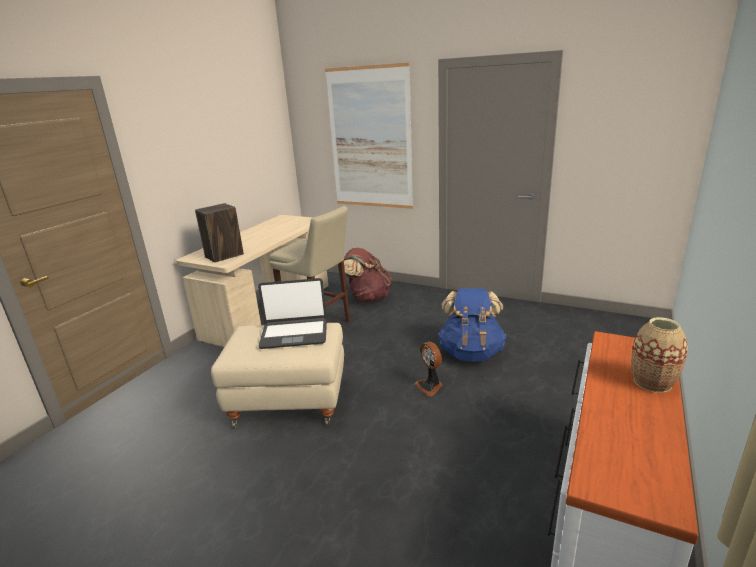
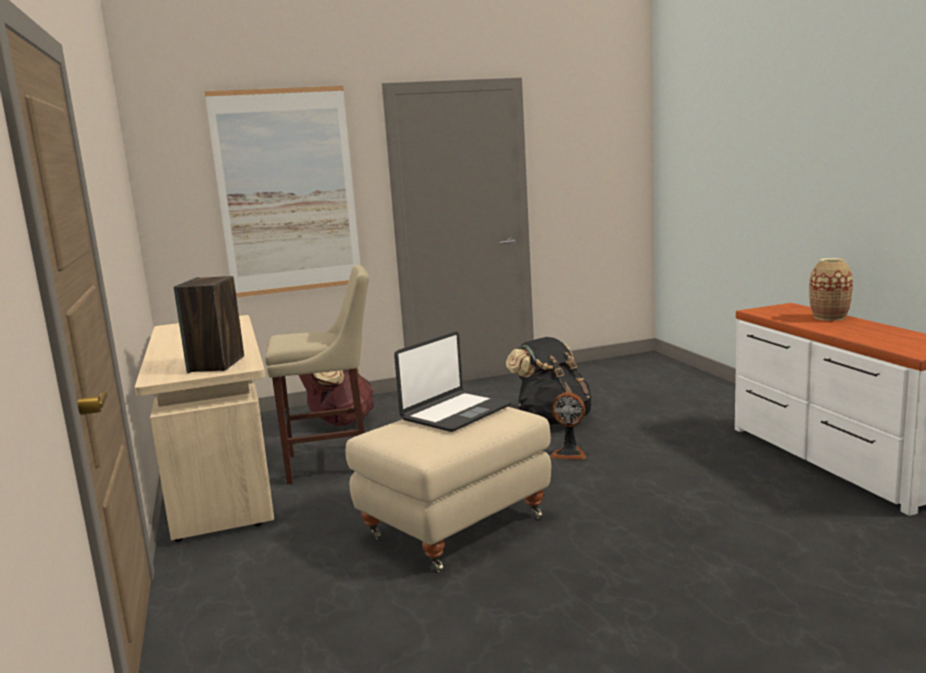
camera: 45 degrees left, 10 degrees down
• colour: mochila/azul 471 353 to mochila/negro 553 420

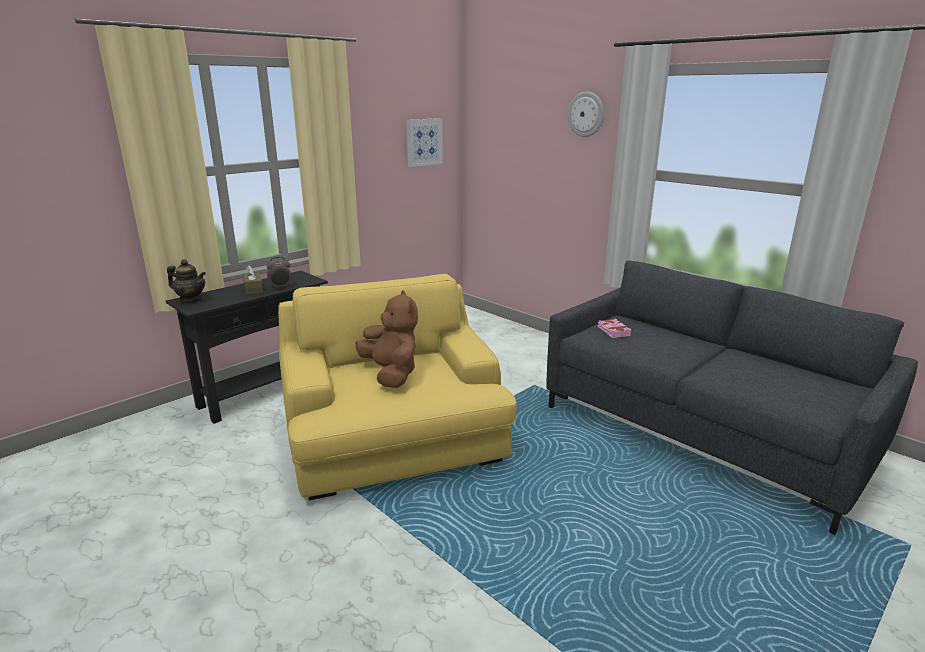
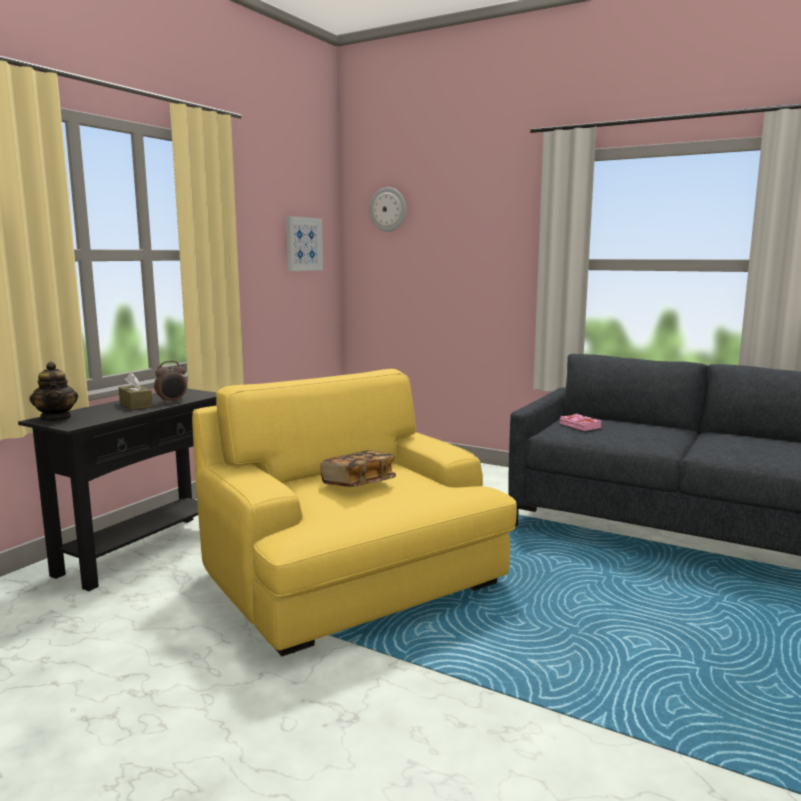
camera: 15 degrees left, 10 degrees down
• relocated: reloj de pared 586 114 to 388 209
• exchanged: peluche/marrón 391 374 to libro 358 484
• spun: tetera 191 300 = 56 418 60 degrees clockwise

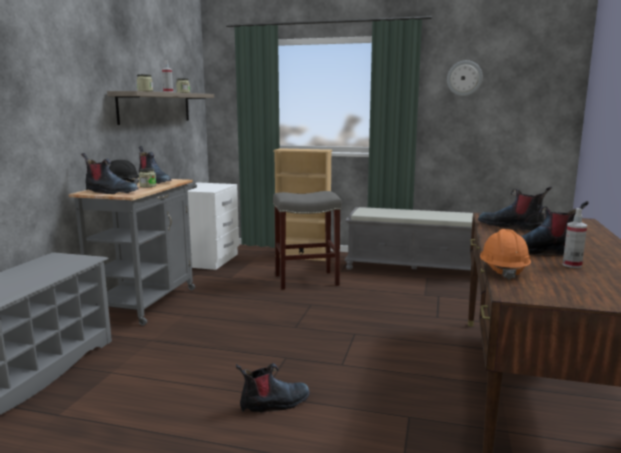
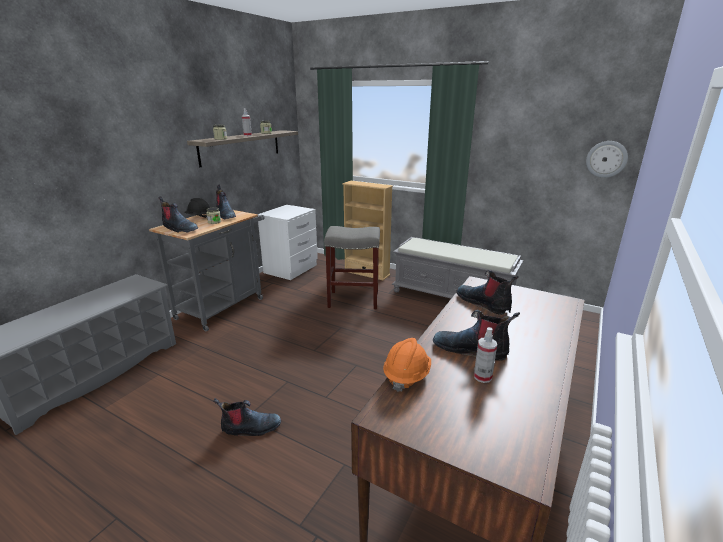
camera: 15 degrees right, 10 degrees up
• relocated: reloj de pared 464 78 to 606 159

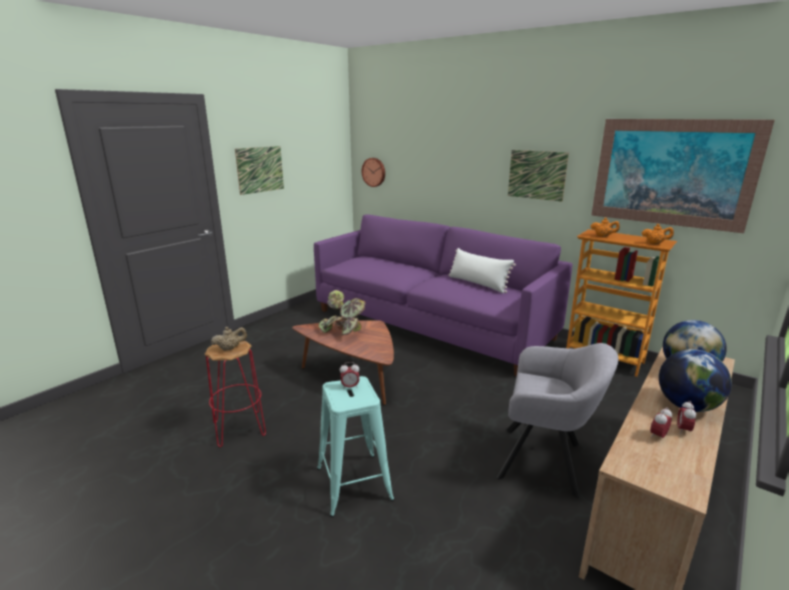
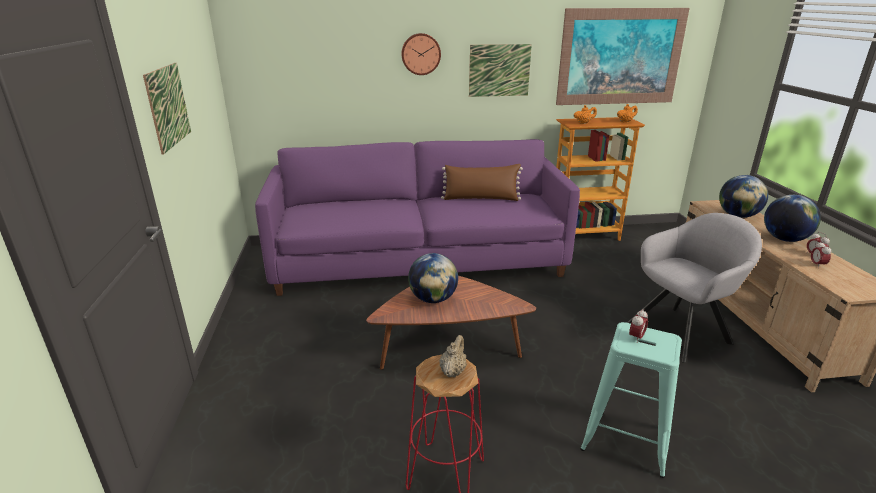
camera: 45 degrees left, 5 degrees up
• relocated: reloj de pared 374 172 to 420 54
• exchanged: planta en maceta 344 332 to globo terráqueo 433 299
• colour: cojín/blanco 478 284 to cojín/marrón 481 198

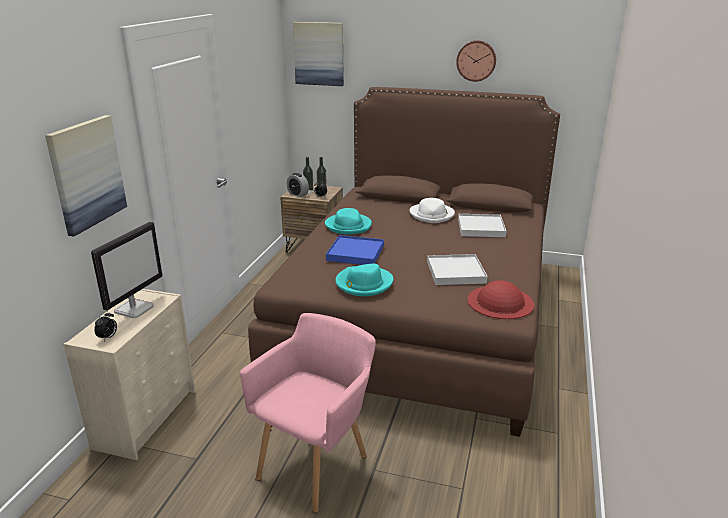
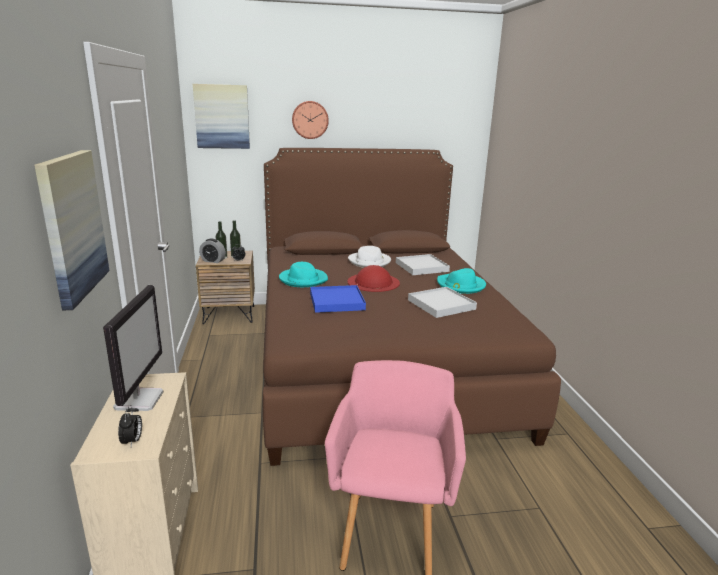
camera: 25 degrees left, 5 degrees down
• relocated: sombrero/turquesa 363 283 to 460 286
• relocated: reloj de pared 476 60 to 310 120
• relocated: sombrero/rojo 500 302 to 373 282

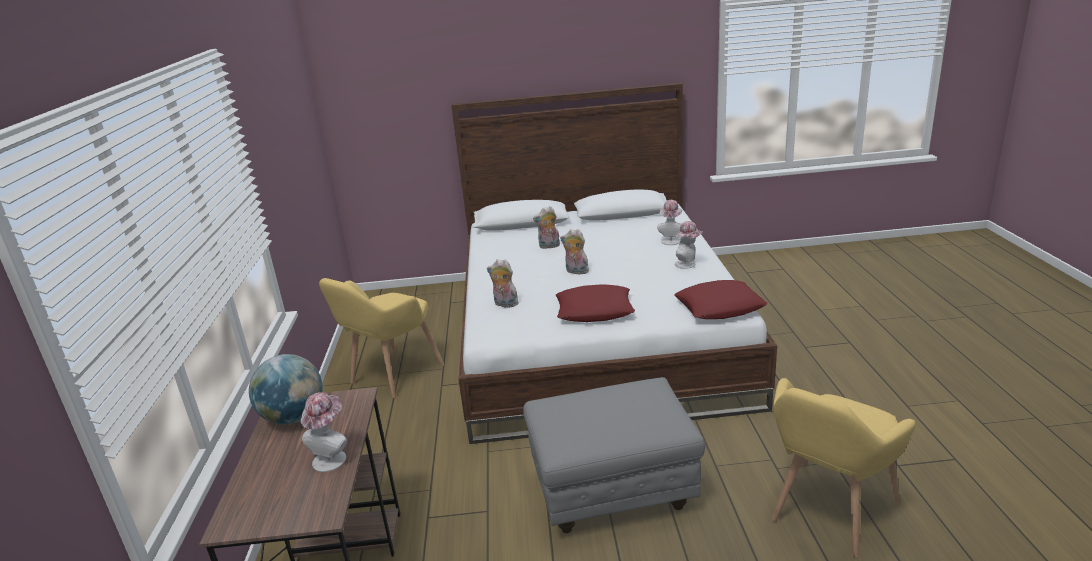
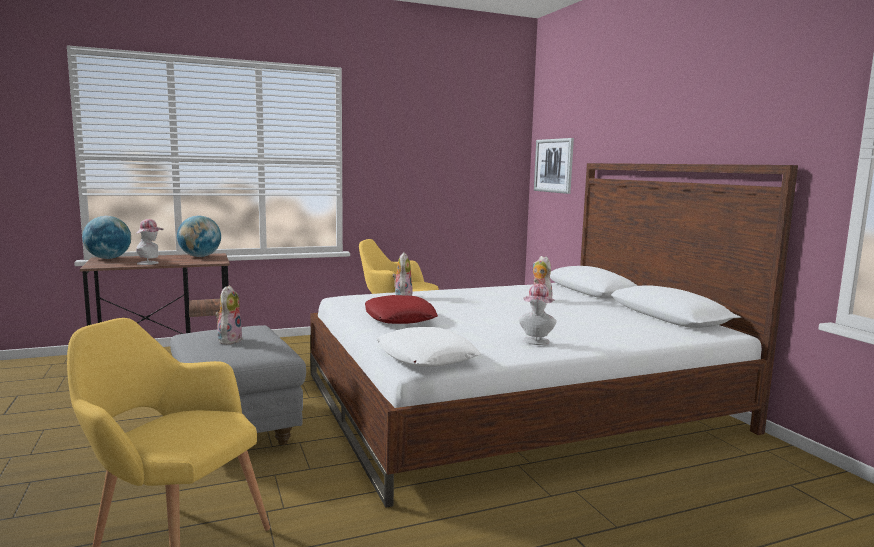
camera: 70 degrees right, 15 degrees down
• missing: sombrero 671 240
• appeared: globo terráqueo 108 258
• appeared: cuadro 553 165
• relocated: peluche 576 271 to 229 340
• colour: cojín/rojo 719 307 to cojín/blanco 426 357

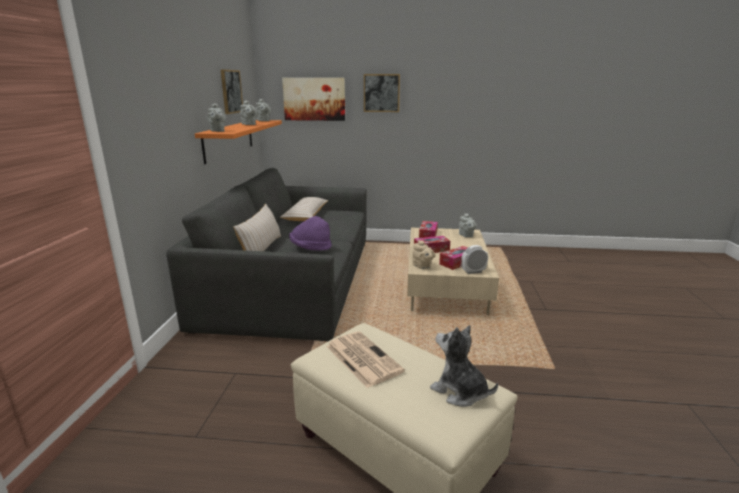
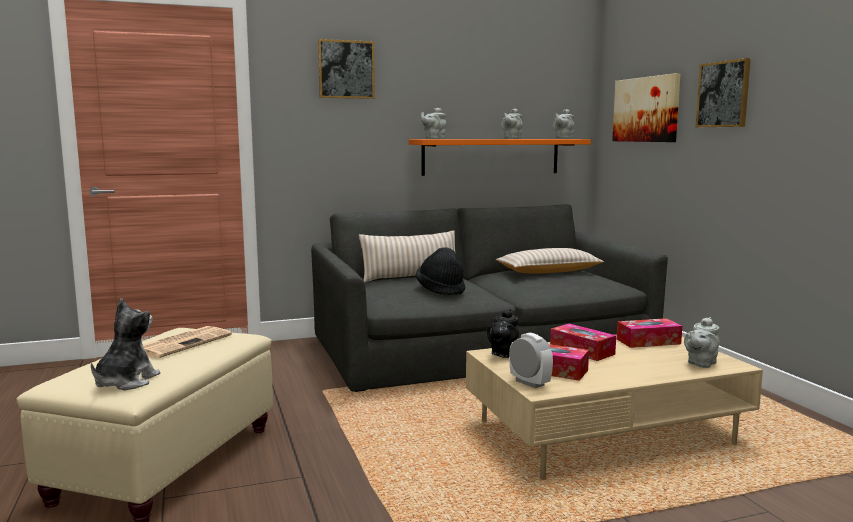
camera: 65 degrees right, 10 degrees down
• relocated: cuadro 231 91 to 346 69
• colour: sombrero/morado 310 248 to sombrero/negro 441 290
• colour: tetera/beis 422 266 to tetera/negro 503 354

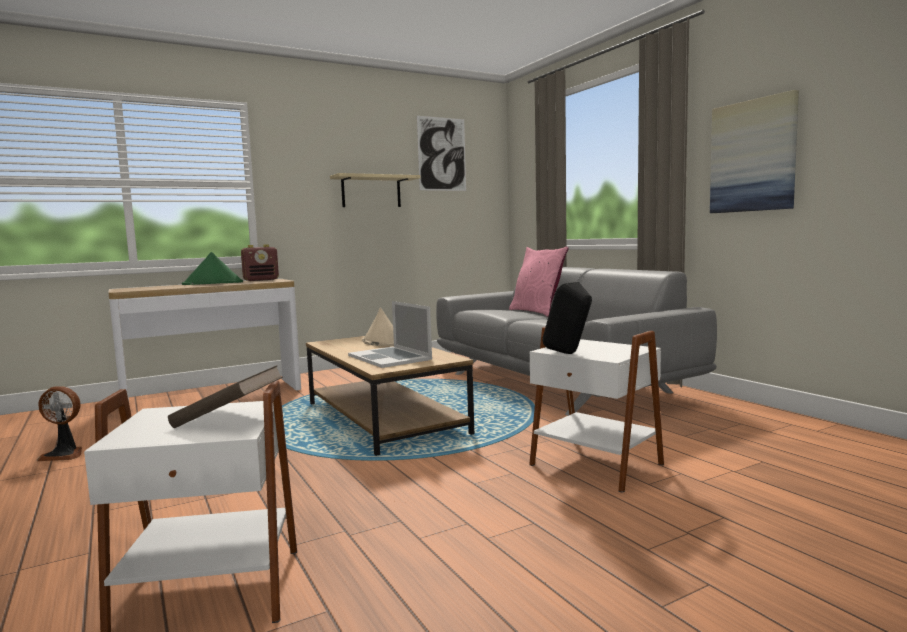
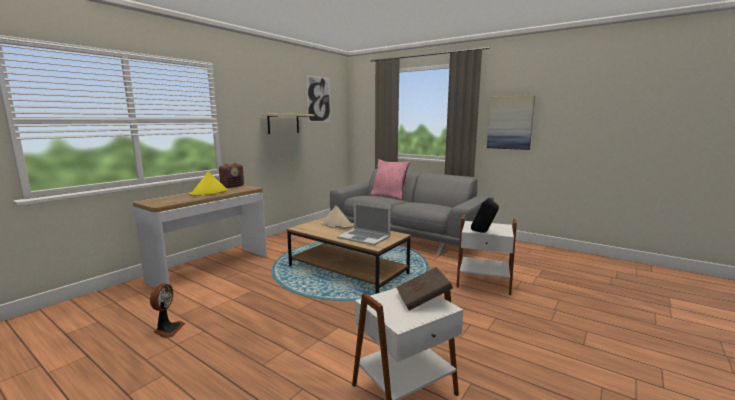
camera: 25 degrees left, 5 degrees up
• colour: sombrero/verde 213 284 to sombrero/amarillo 209 193
• spun: ventilador 64 454 = 167 330 60 degrees counterclockwise

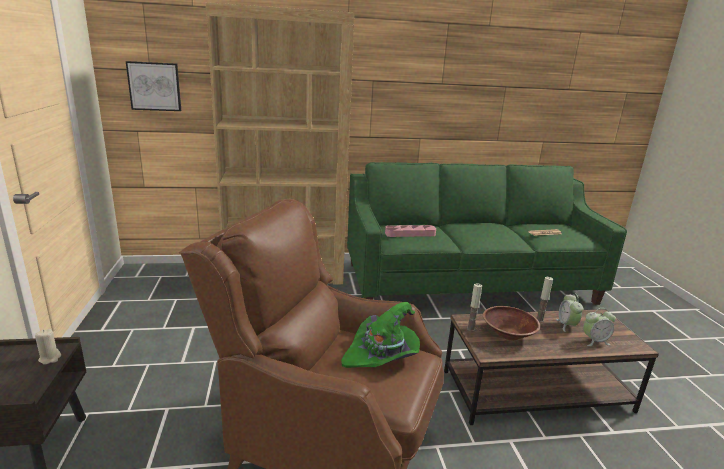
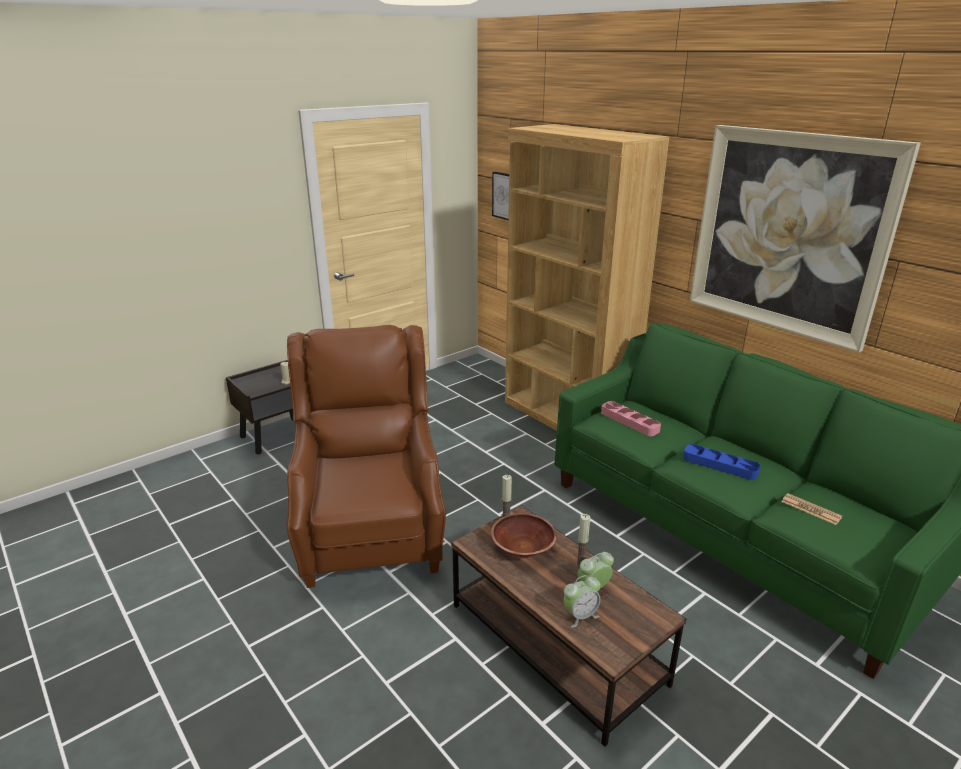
camera: 60 degrees right, 5 degrees up
• missing: sombrero/verde 382 354
• appeared: bandeja/azul 720 465
• appeared: cuadro 789 233
• spun: despertador 594 341 = 580 615 75 degrees counterclockwise

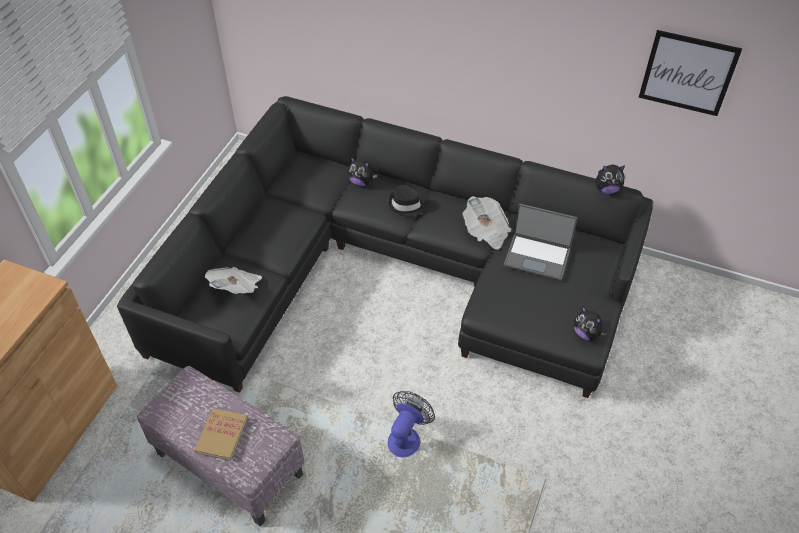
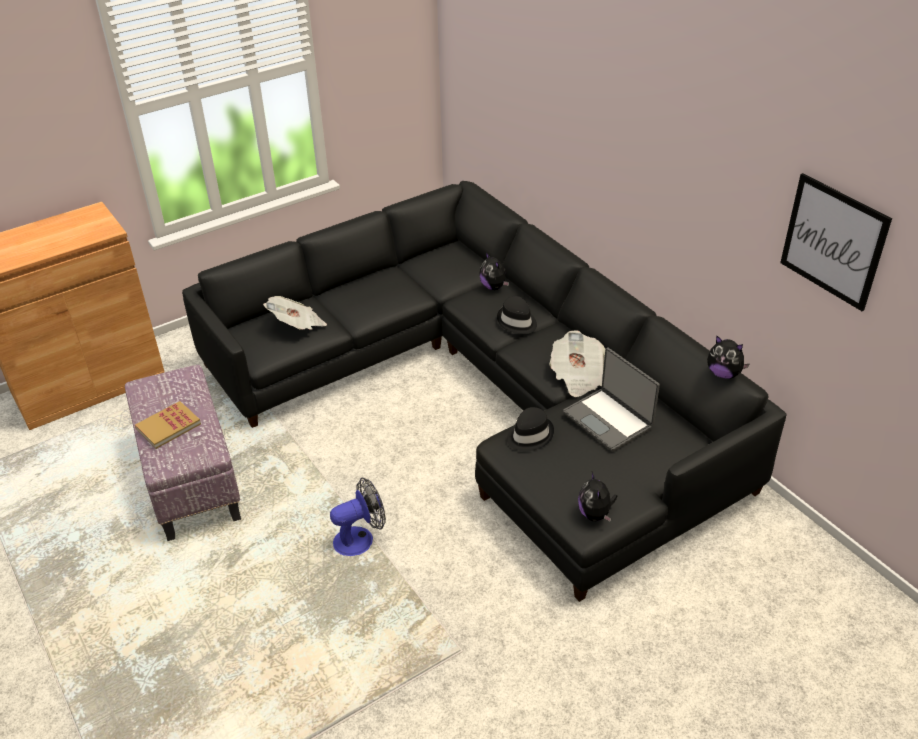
camera: 35 degrees right, 10 degrees down
• appeared: sombrero/negro 529 435

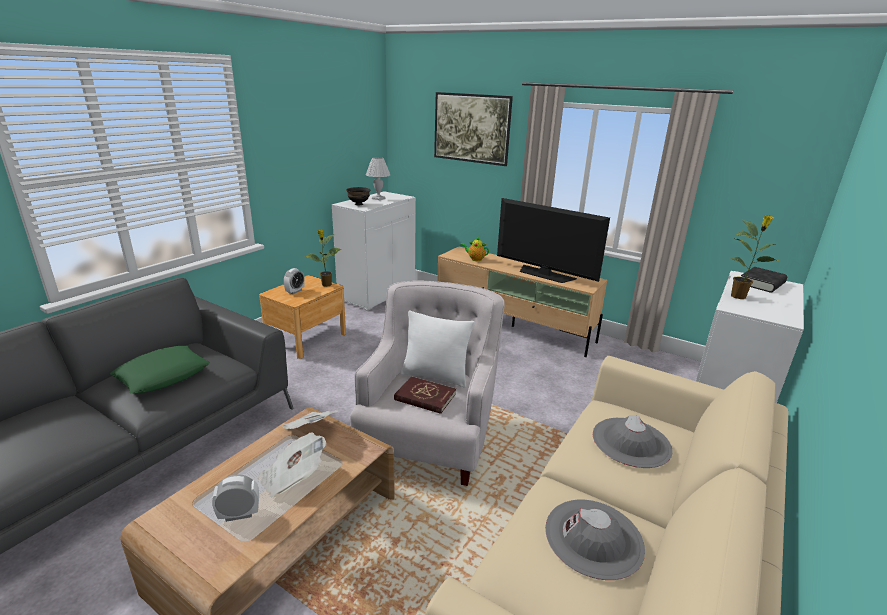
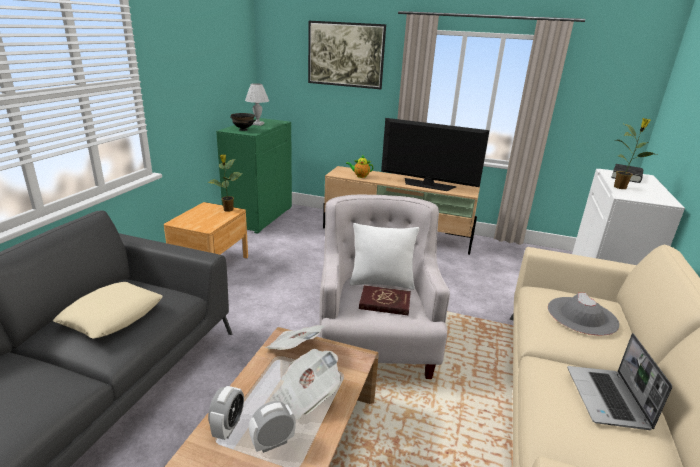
camera: 15 degrees left, 0 degrees up
• relocated: despertador 295 291 to 228 427
• exchanged: sombrero/gris 593 538 to portátil 608 399
• colour: cojín/verde 163 375 to cojín/beis 112 315
• colour: armario/blanco 377 293 to armario/verde 259 216

